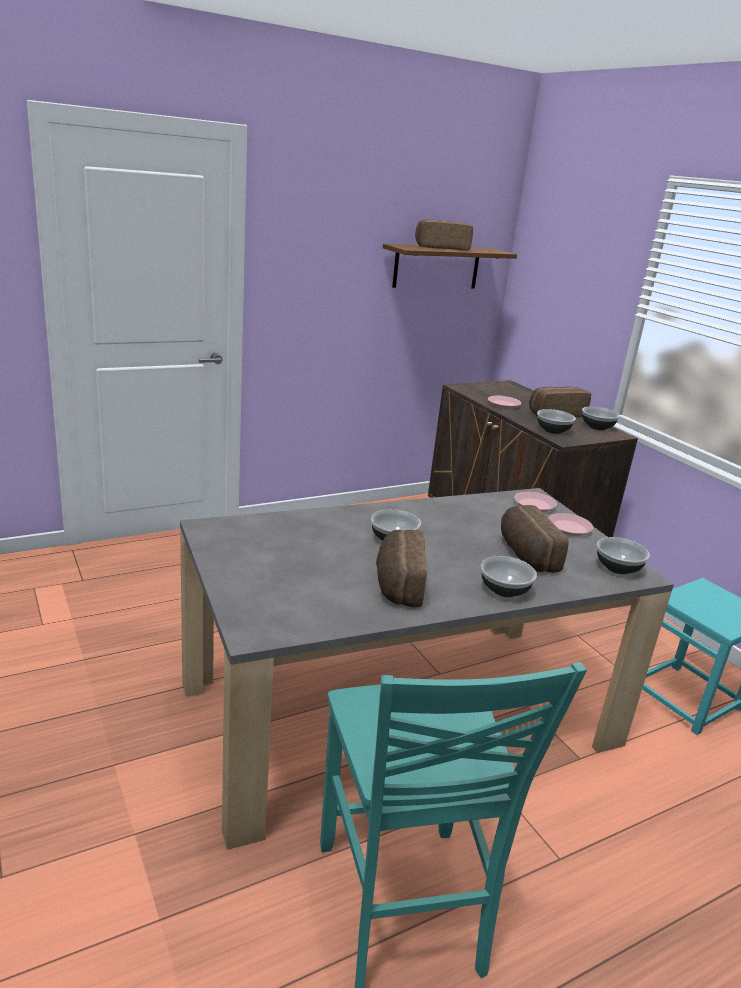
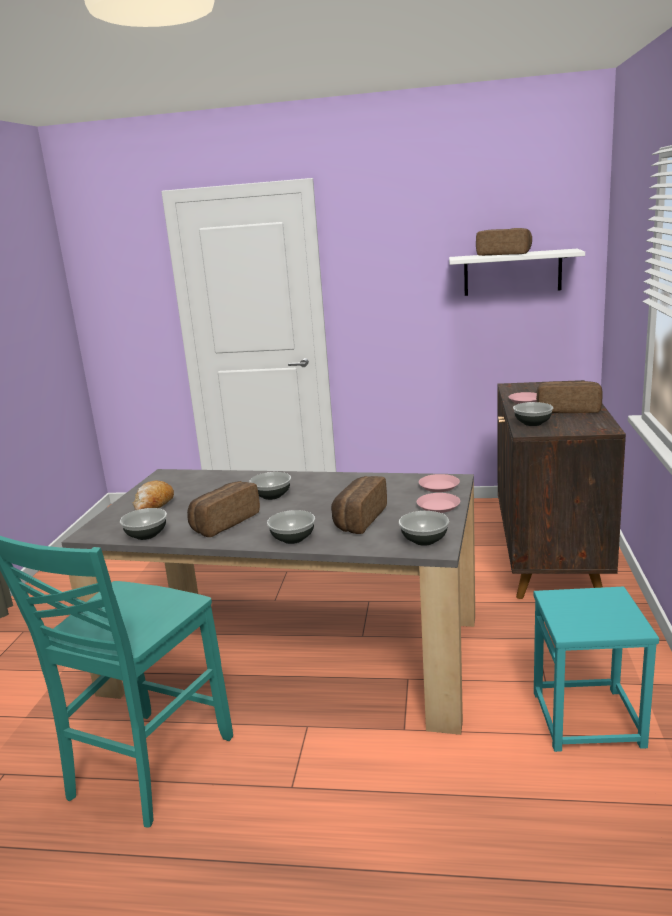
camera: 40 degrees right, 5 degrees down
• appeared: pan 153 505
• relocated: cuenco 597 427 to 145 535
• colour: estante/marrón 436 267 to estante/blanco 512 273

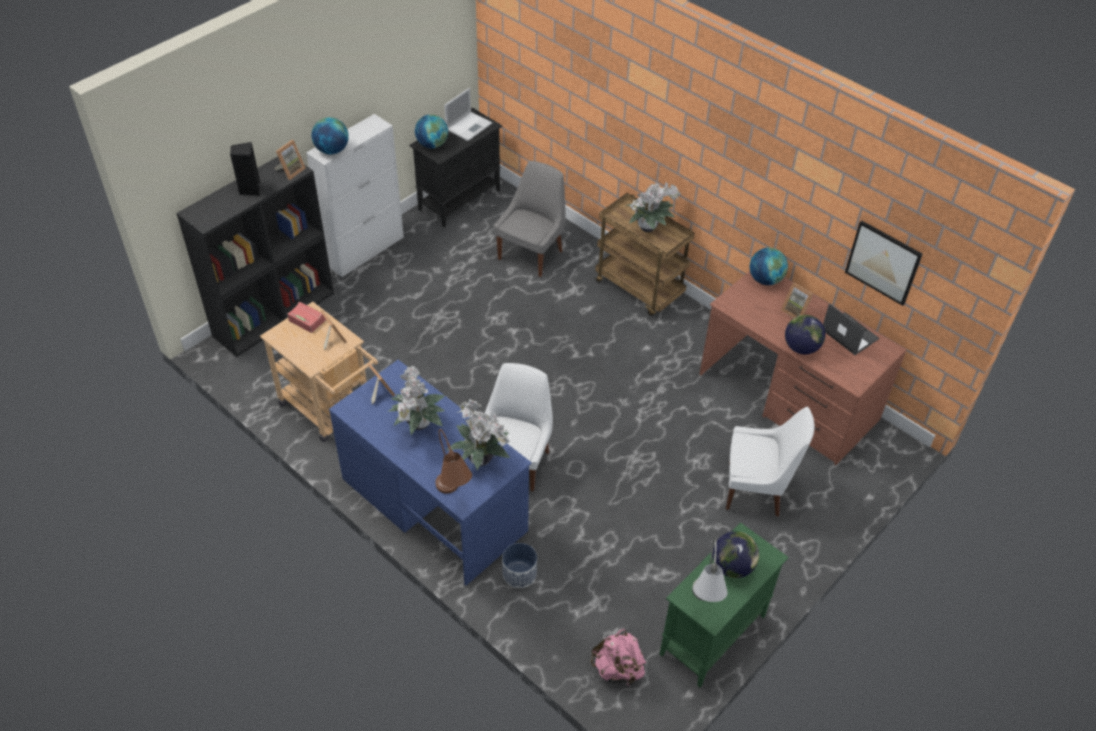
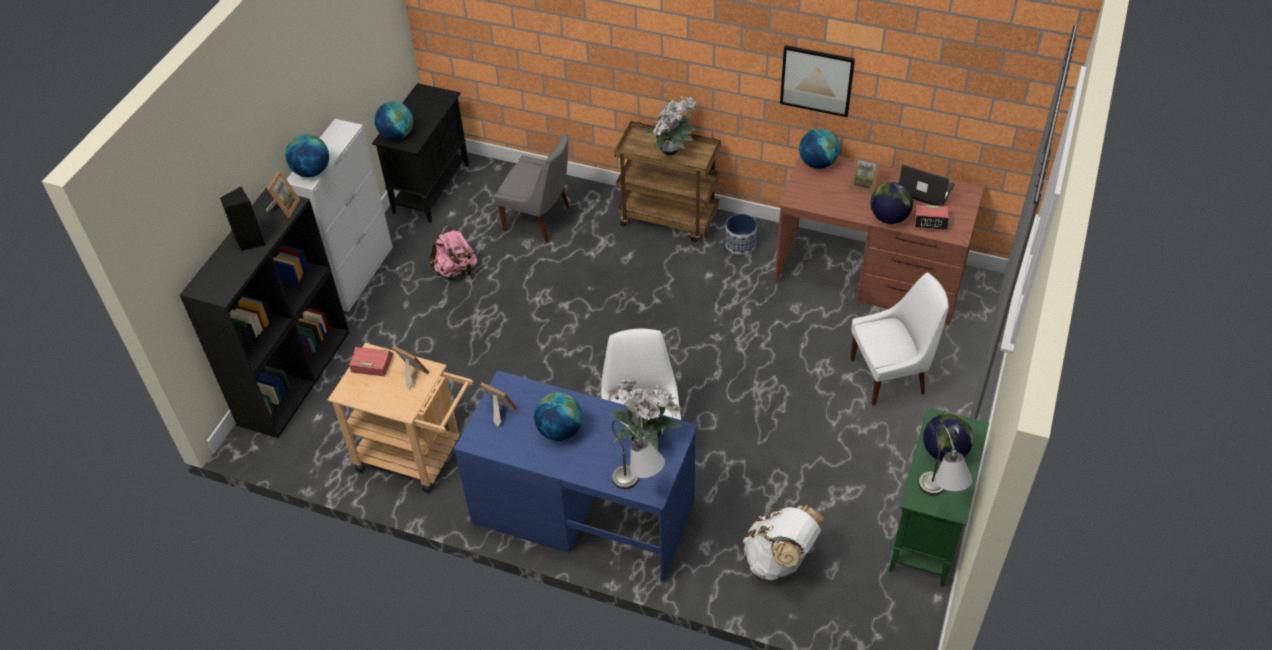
camera: 20 degrees left, 0 degrees up
• missing: portátil 469 126
• appeared: mochila/blanco 779 559
• appeared: despertador 930 222
• relocated: maceta 520 574 to 740 244
• relocated: mochila/rosa 618 669 to 456 271
• relocated: cuadro 883 262 to 816 80
• exchanged: planta en maceta 418 426 to globo terráqueo 559 431
• colour: lámpara de mesa/marrón 453 496 to lámpara de mesa/gris 638 488
• spun: silla/gris 532 254 = 539 219 105 degrees clockwise

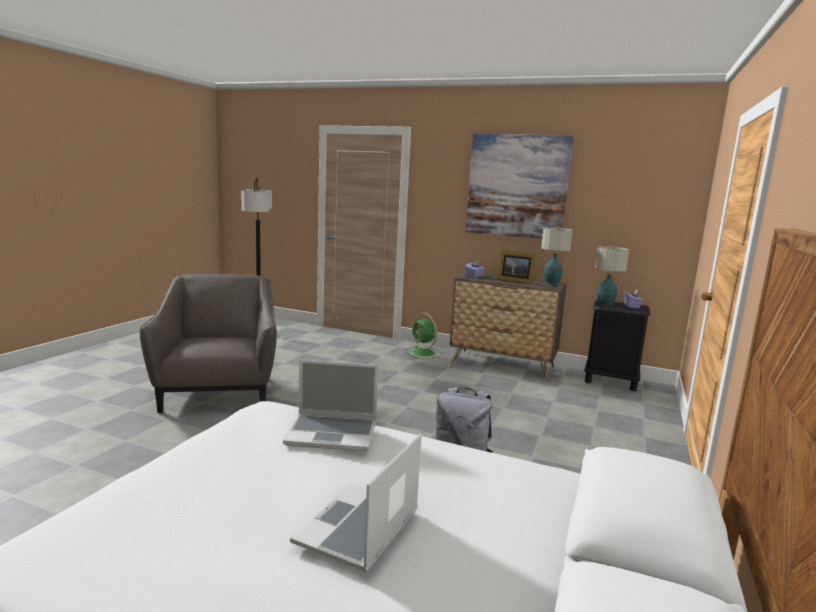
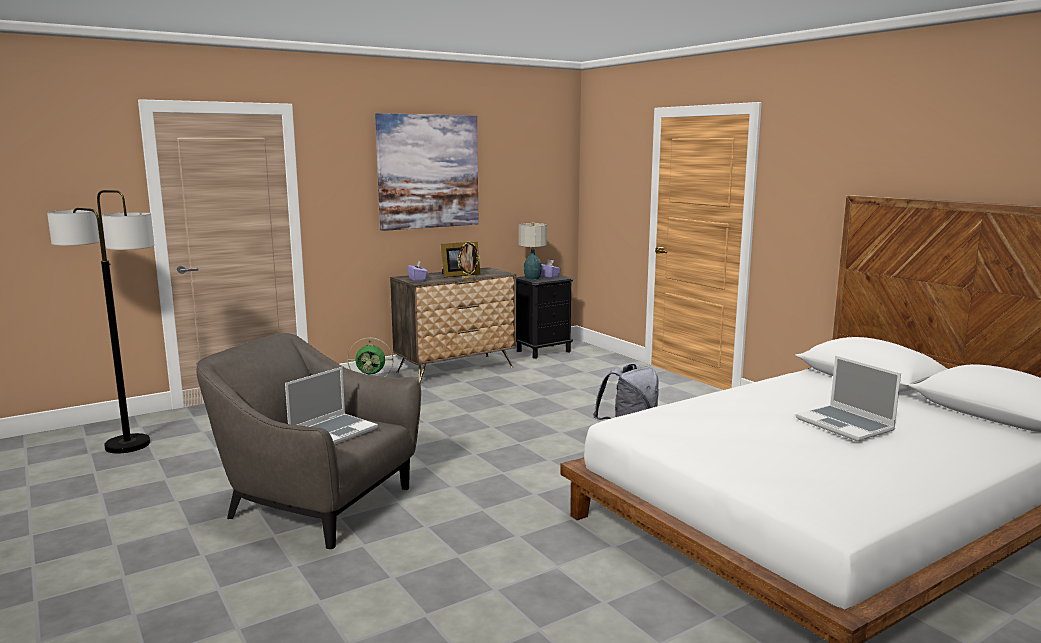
camera: 55 degrees left, 0 degrees up
• missing: lámpara de mesa 552 283
• appeared: portarretratos 468 278
• relocated: portátil 333 434 to 333 432

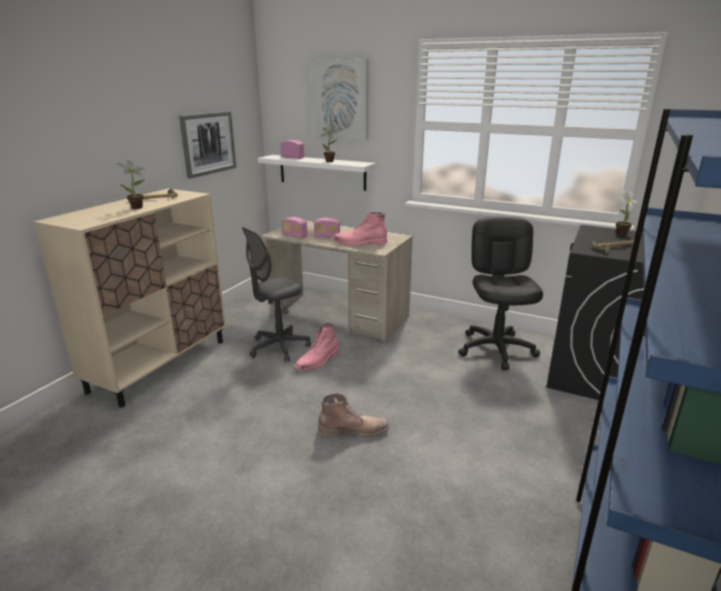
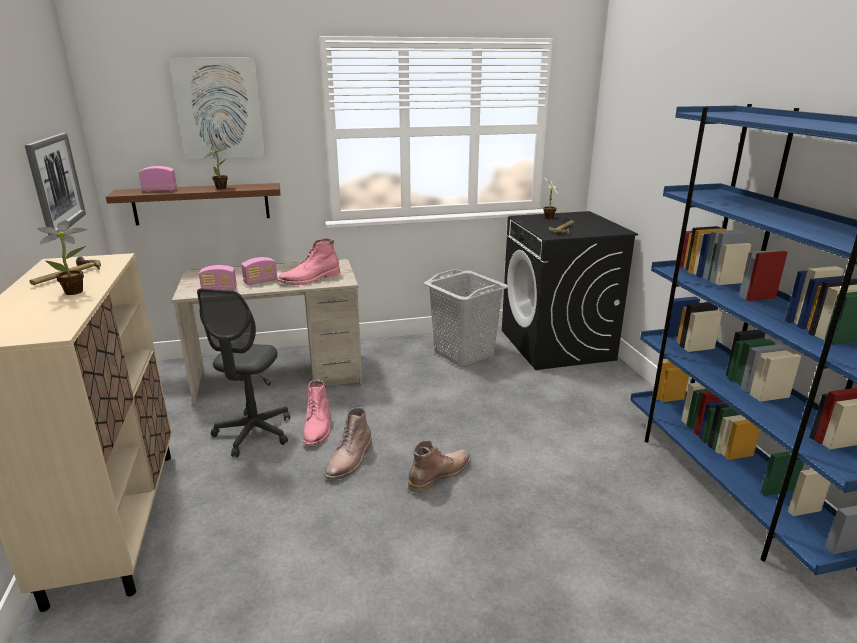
camera: 40 degrees left, 0 degrees up
• appeared: bota/marrón 350 461
• exchanged: silla de oficina/negro 496 349 to cesto de la ropa/gris 464 353
• colour: estante/blanco 322 172 to estante/marrón 201 204

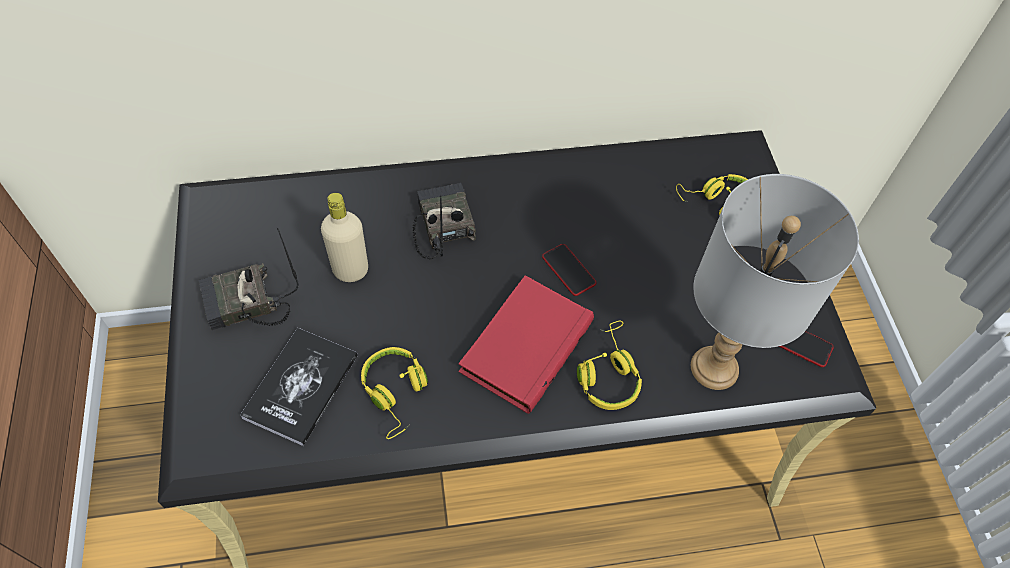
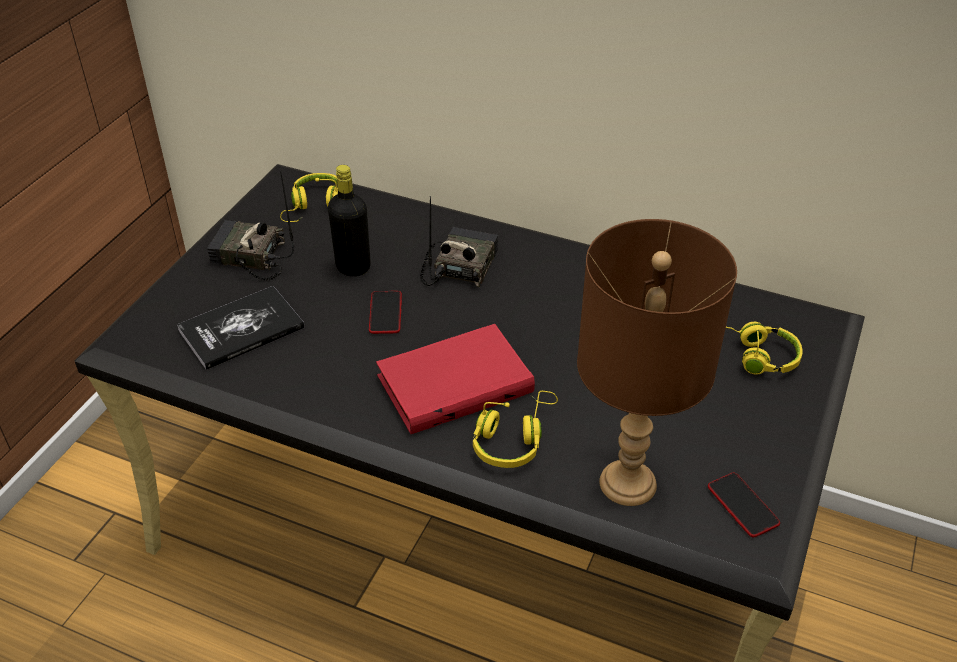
camera: 35 degrees right, 15 degrees down
• relocated: auriculares/amarillo 396 393 to 314 205
• relocated: móvil 568 270 to 385 313
• colour: botella/beis 350 270 to botella/negro 353 267
• colour: lámpara de mesa/gris 715 368 to lámpara de mesa/marrón 628 484

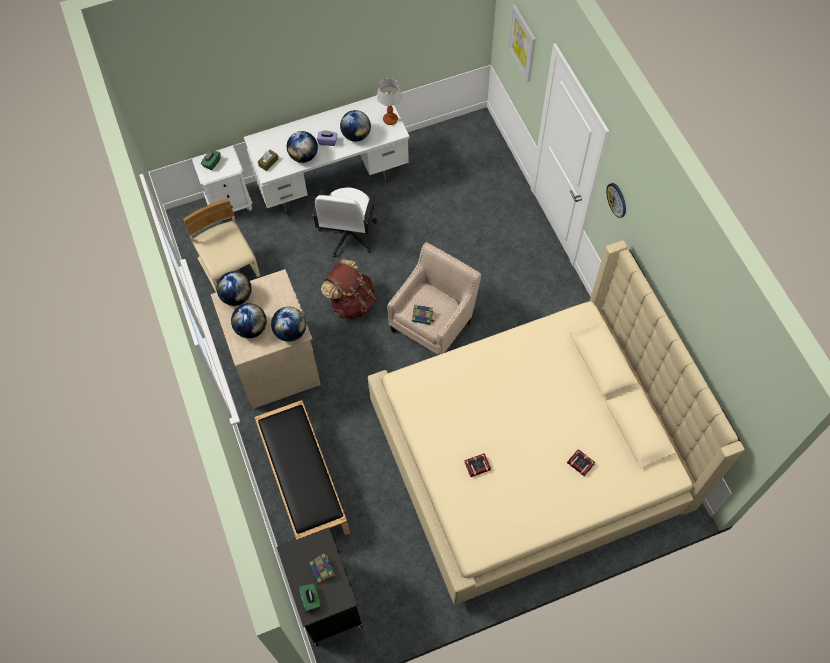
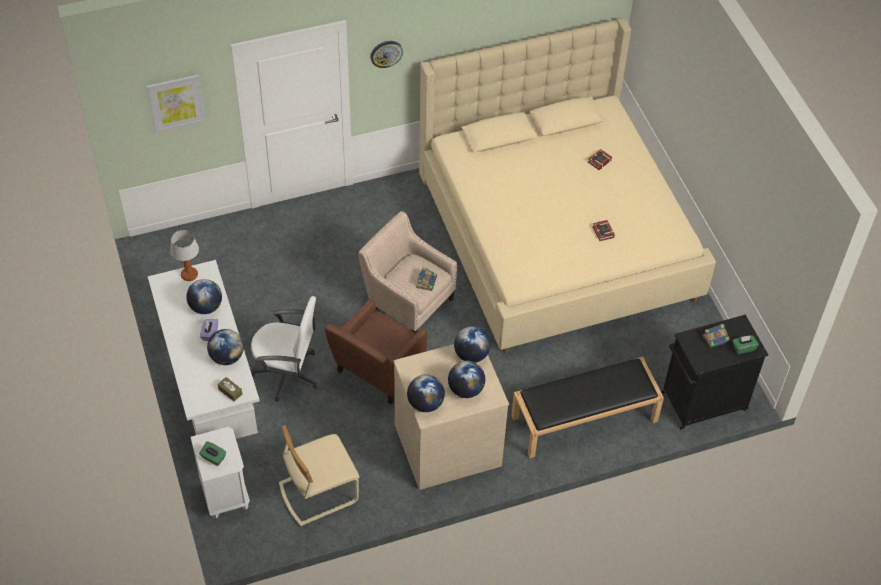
camera: 90 degrees left, 10 degrees down
• exchanged: mochila/marrón 351 302 to sillón/marrón 376 372

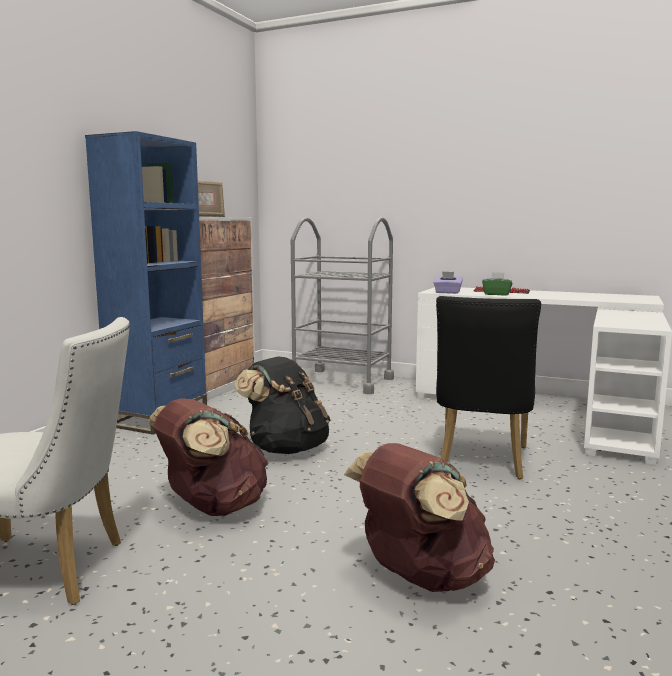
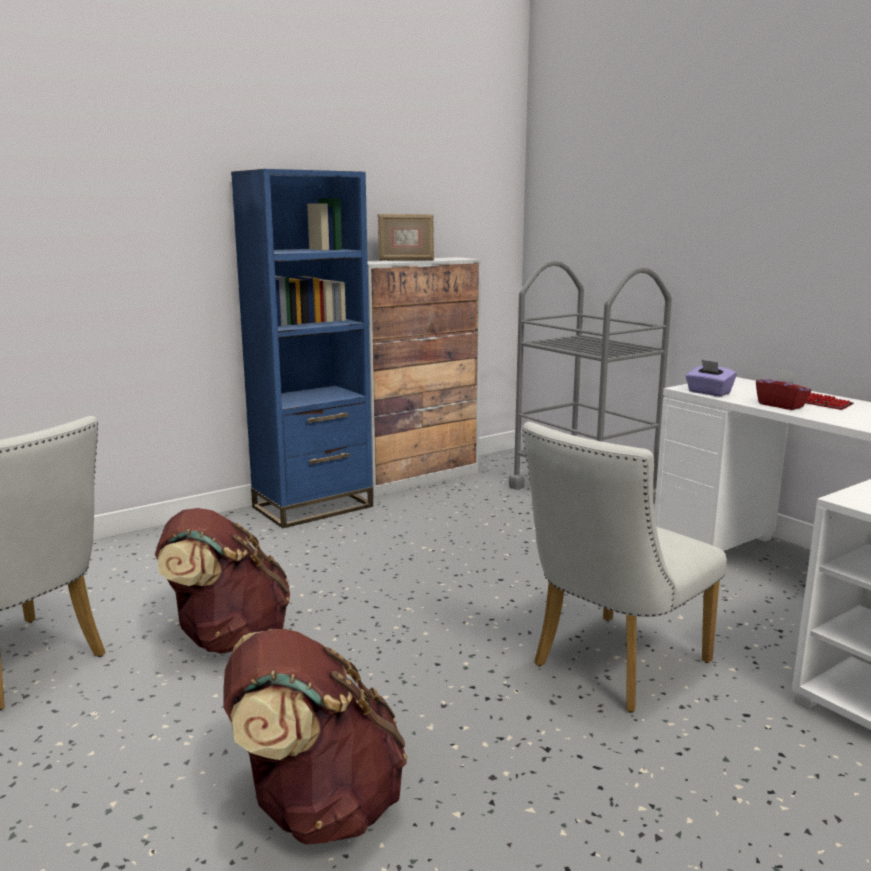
camera: 30 degrees right, 5 degrees up
• missing: mochila/negro 286 448
• colour: silla/negro 481 461 to silla/blanco 612 667
• colour: caja de pañuelos/verde 496 294 to caja de pañuelos/rojo 781 405

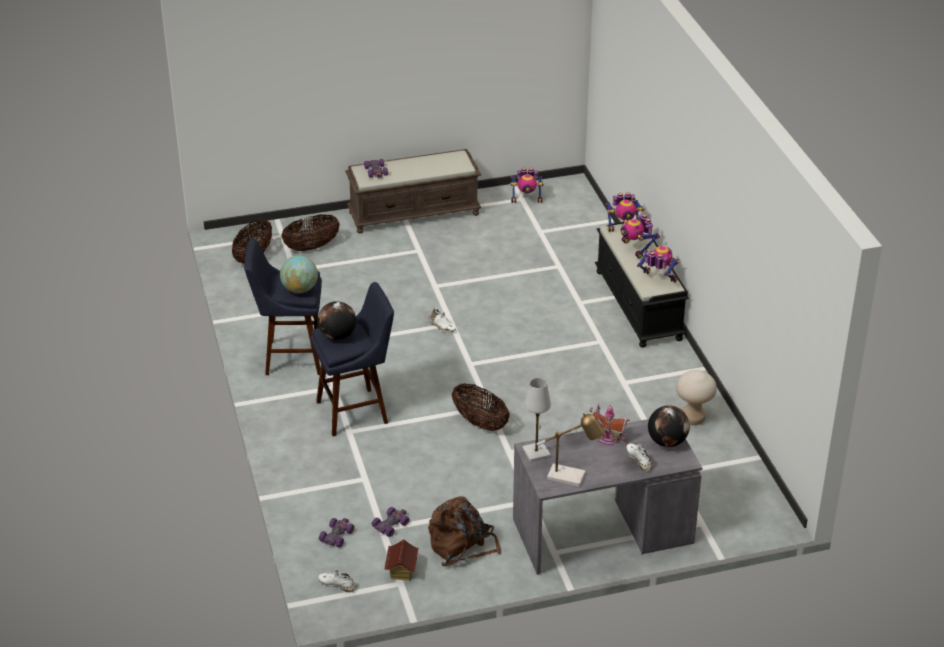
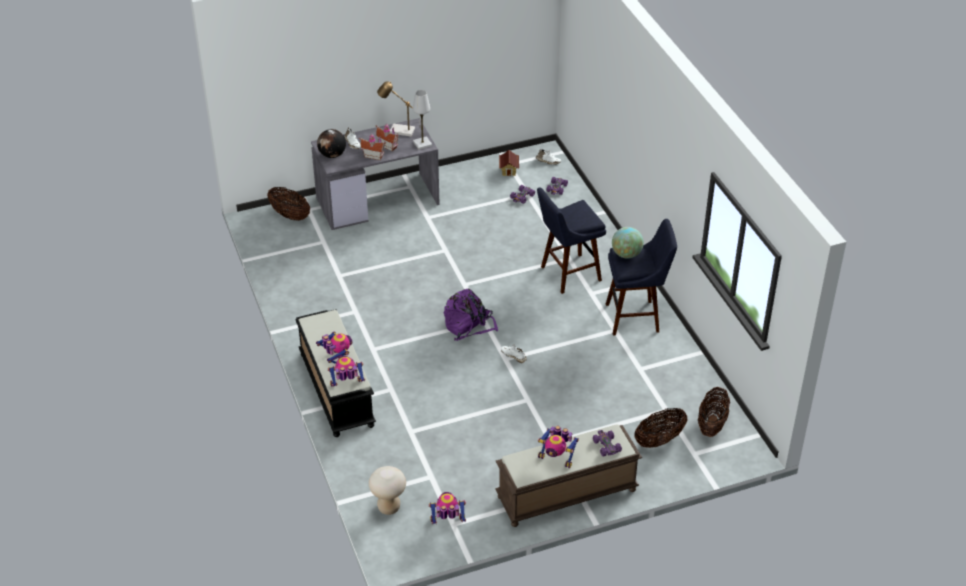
camera: 175 degrees right, 5 degrees up
• missing: globo terráqueo 337 336
• missing: mochila/marrón 462 546
• appeared: casita 388 145
• appeared: mochila/morado 468 326
• relocated: cesta 480 422 to 290 215
• relocated: robot de juguete 657 279 to 556 458
• relocated: taburete/beis 693 419 to 389 507

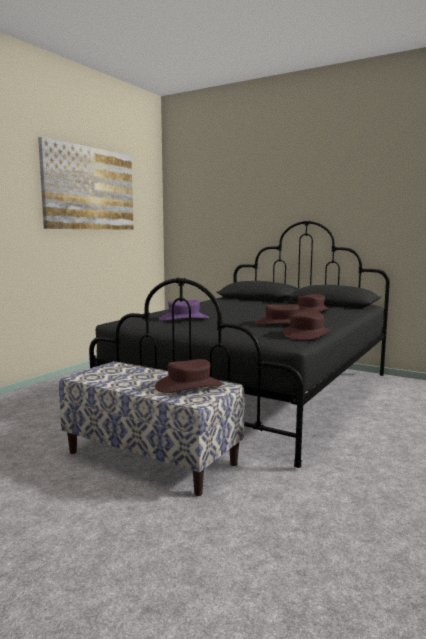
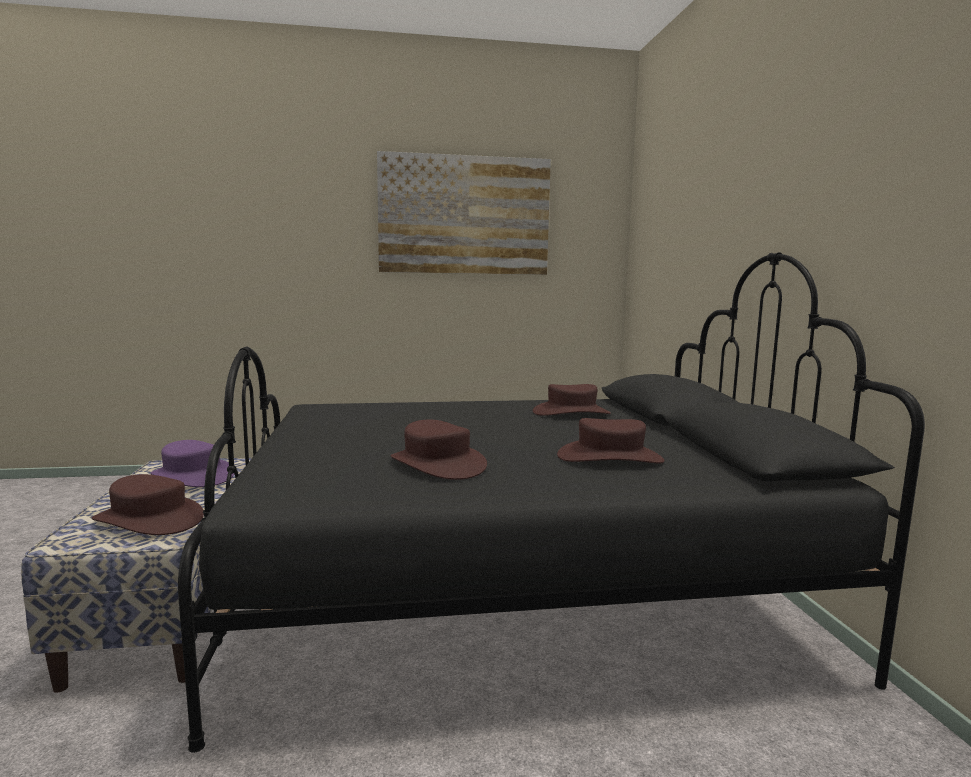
camera: 50 degrees right, 0 degrees up
• relocated: sombrero/morado 184 318 to 192 476
• relocated: sombrero/marrón 306 334 to 571 412

